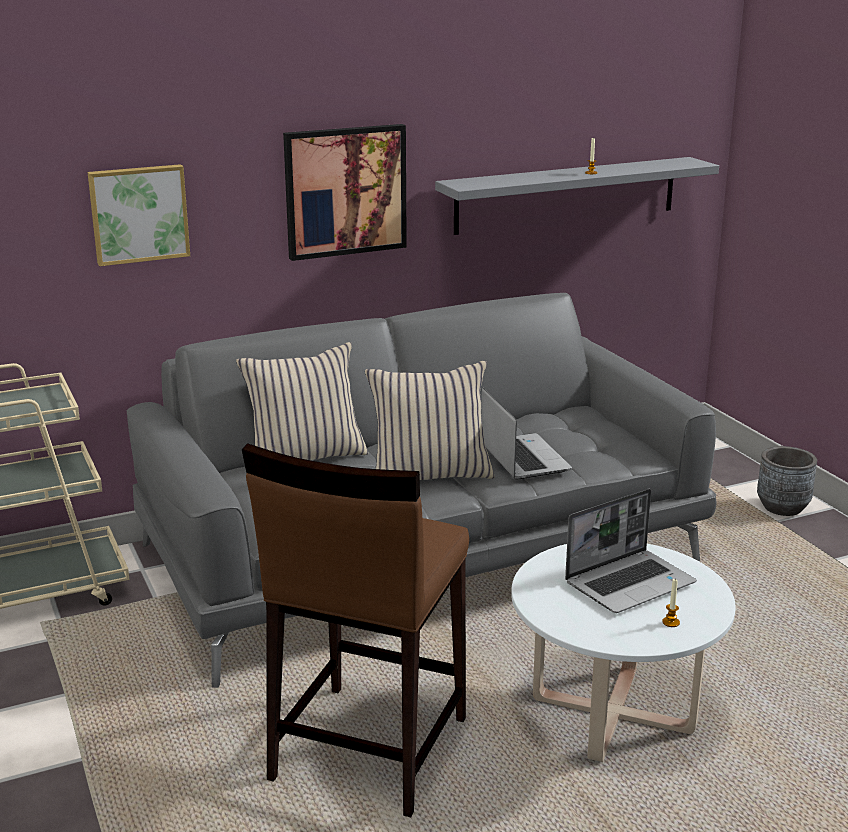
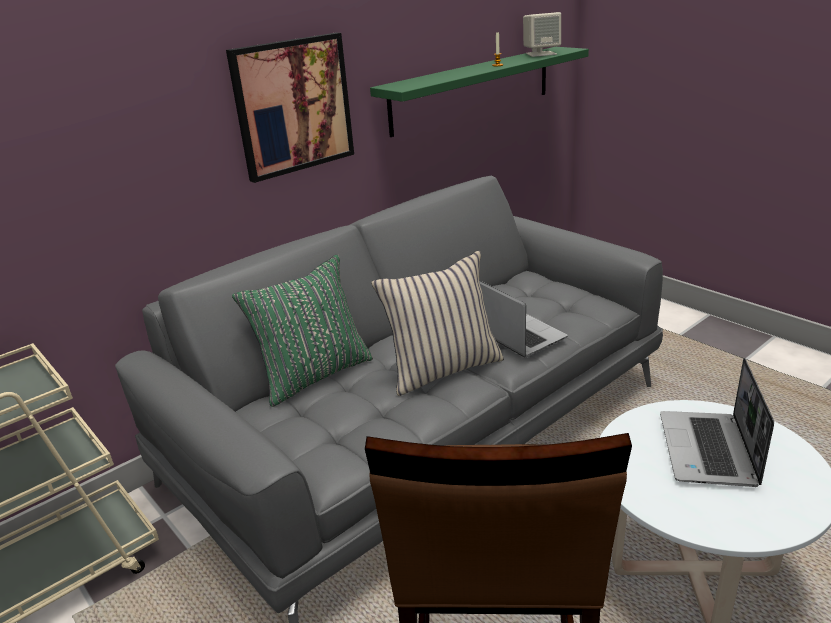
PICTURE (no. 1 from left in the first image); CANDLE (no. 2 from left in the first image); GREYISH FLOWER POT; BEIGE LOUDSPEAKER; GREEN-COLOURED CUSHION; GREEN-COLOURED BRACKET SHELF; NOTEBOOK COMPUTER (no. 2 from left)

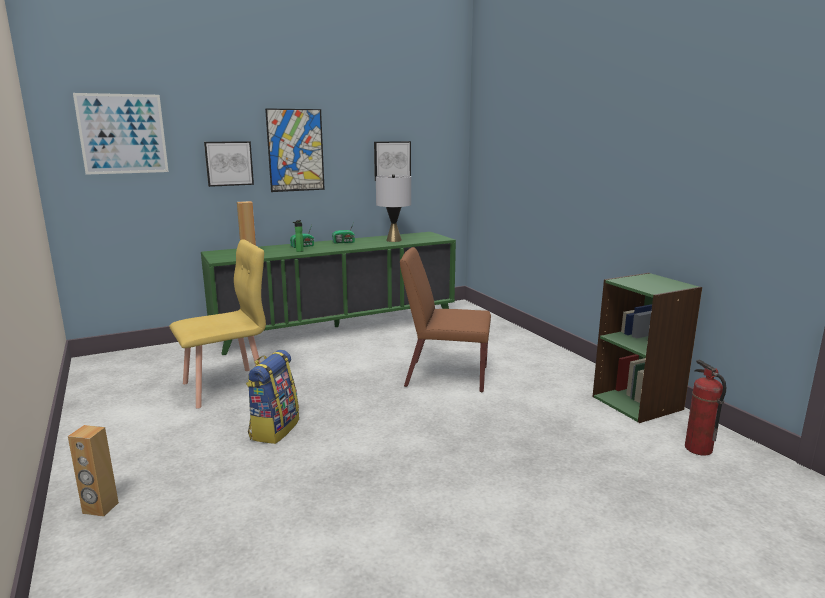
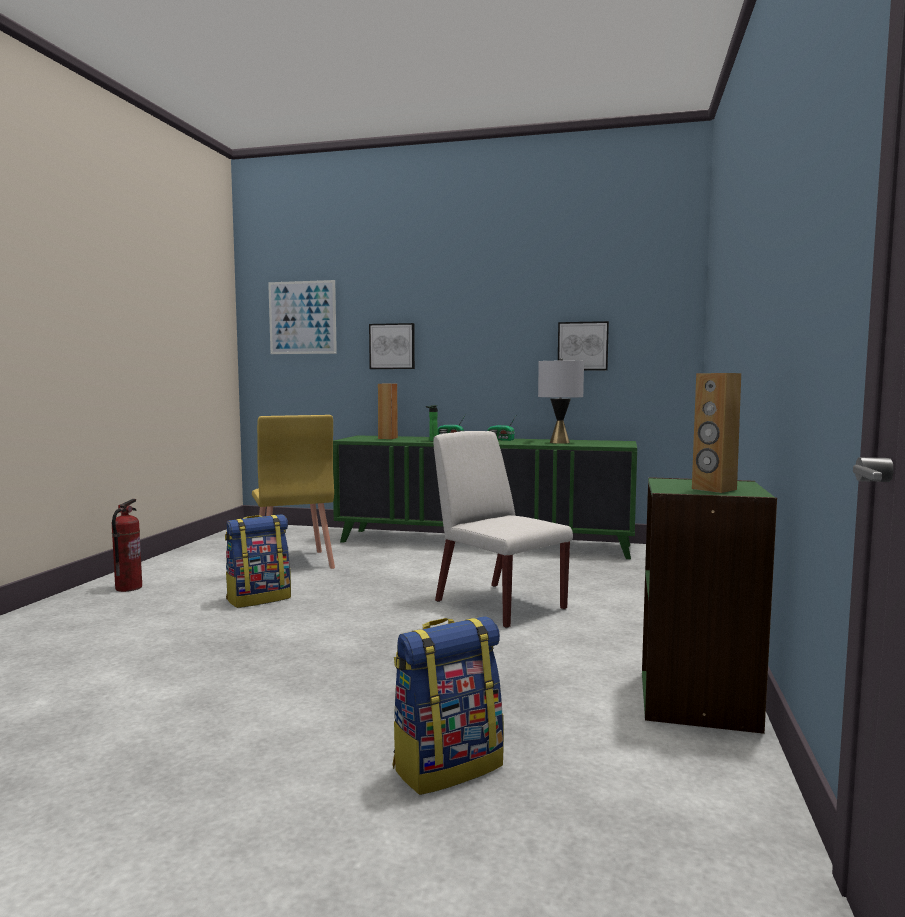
PICTURE (no. 3 from left in the first image); BACKPACK (no. 2 from left); BROWNISH LOUDSPEAKER (no. 2 from left); EXTINGUISHER; WHITISH PLAIN CHAIR; YELLOW PLAIN CHAIR

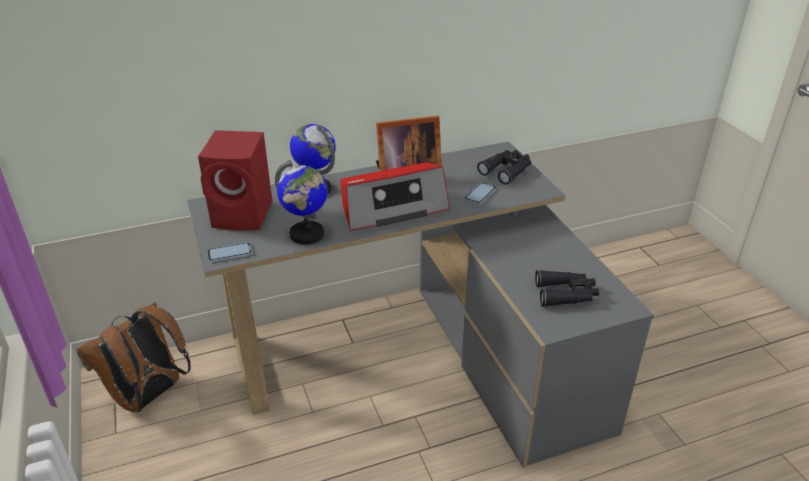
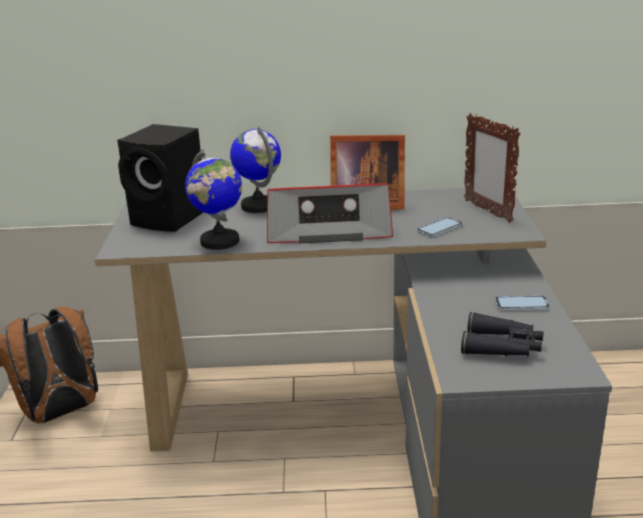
PHONE (no. 2 from left); PHOTO FRAME (no. 2 from left); BLACKISH LOUDSPEAKER

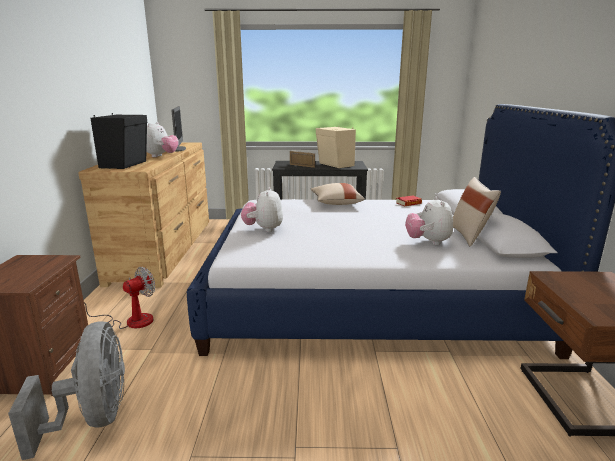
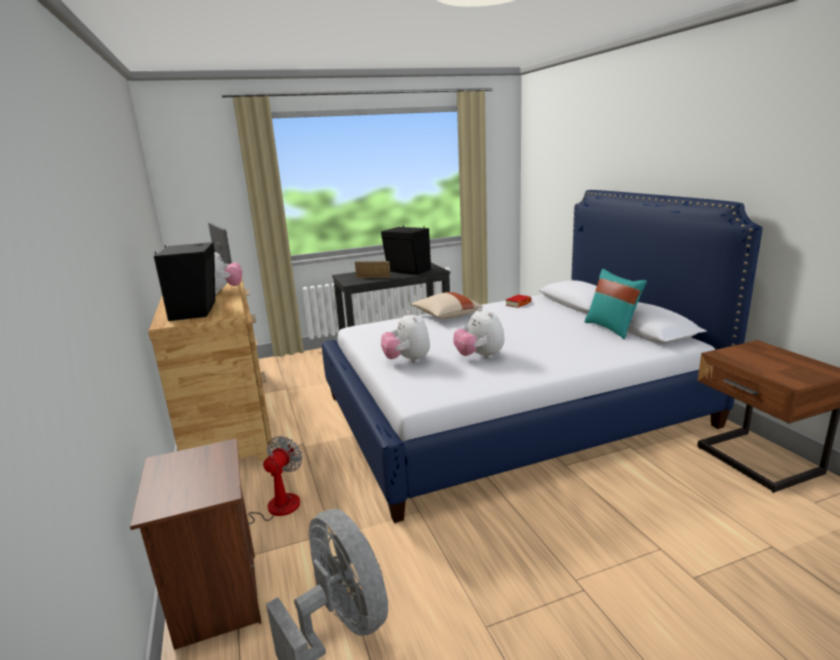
CUDDLY TOY (no. 3 from left); BLACKISH LOUDSPEAKER (no. 2 from left); TURQUOISE CUSHION

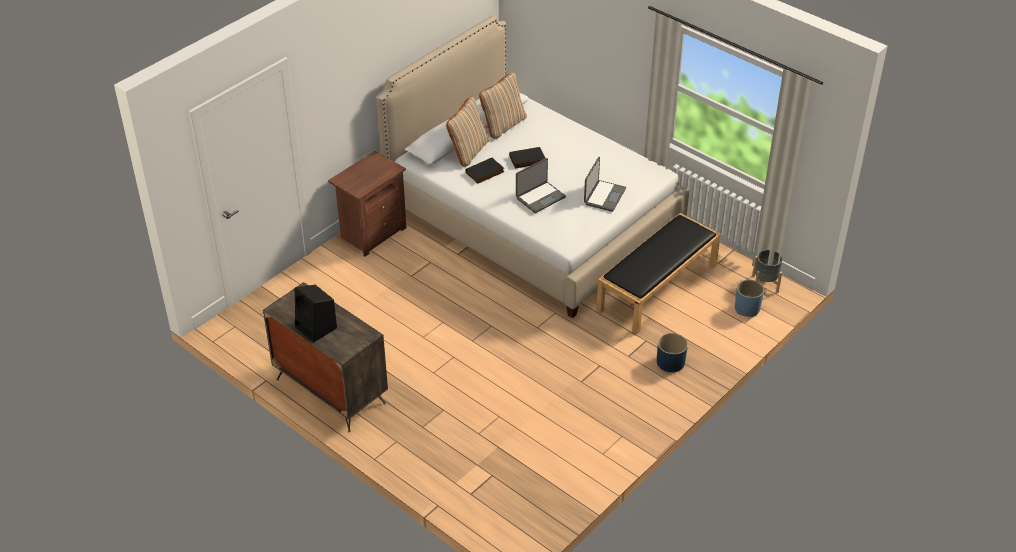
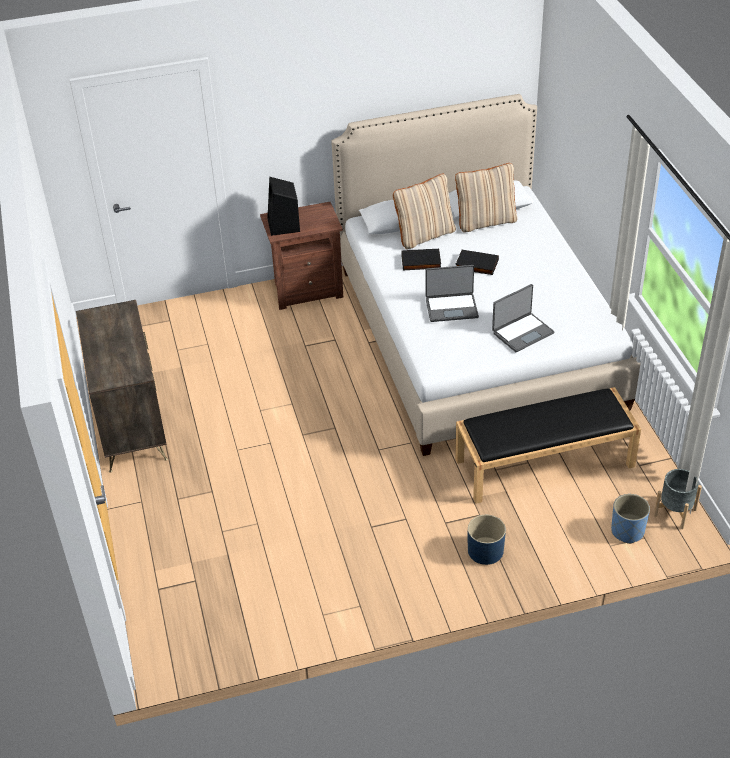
BLACKISH LOUDSPEAKER

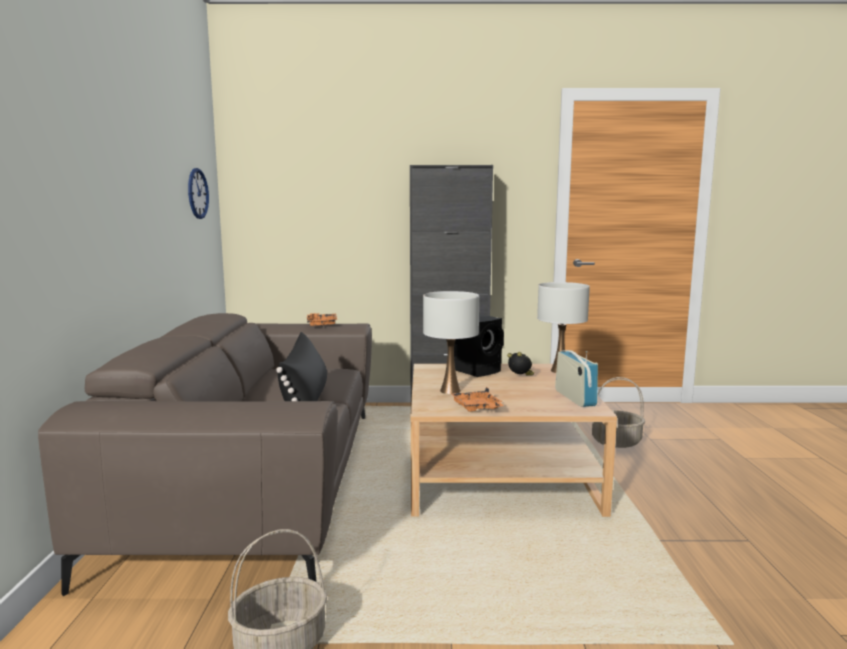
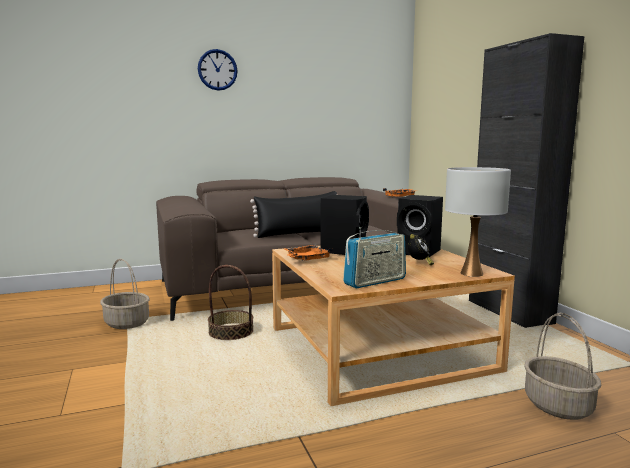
BASKET (no. 2 from left); WALL CLOCK; BLACKISH LOUDSPEAKER (no. 1 from left)

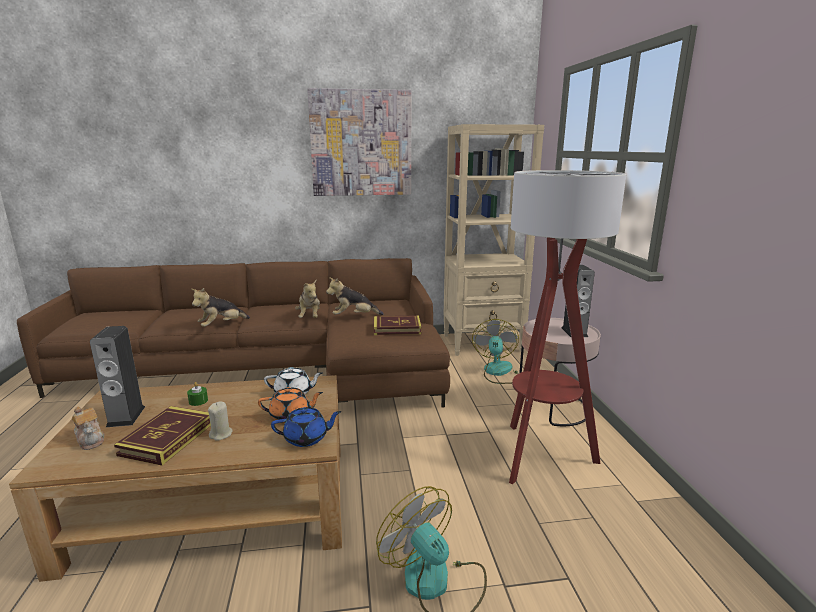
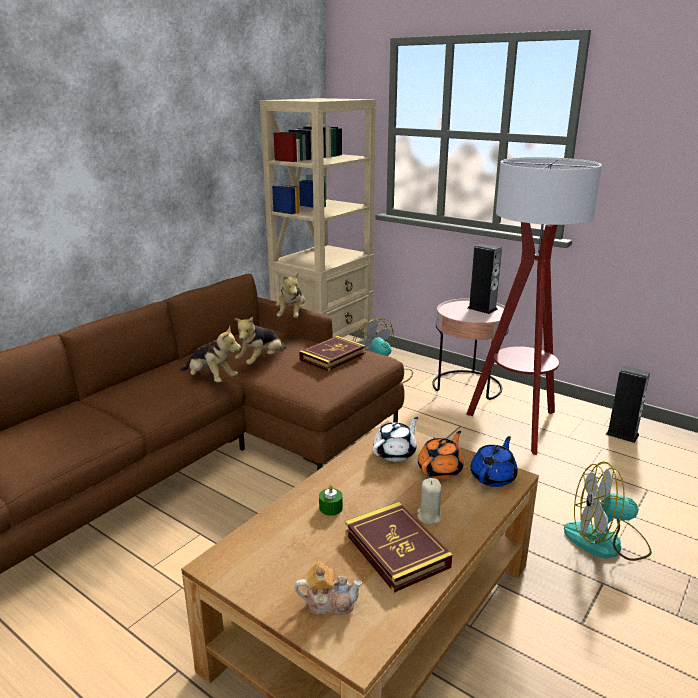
PICTURE; LOUDSPEAKER (no. 2 from left); CUDDLY TOY (no. 3 from left)

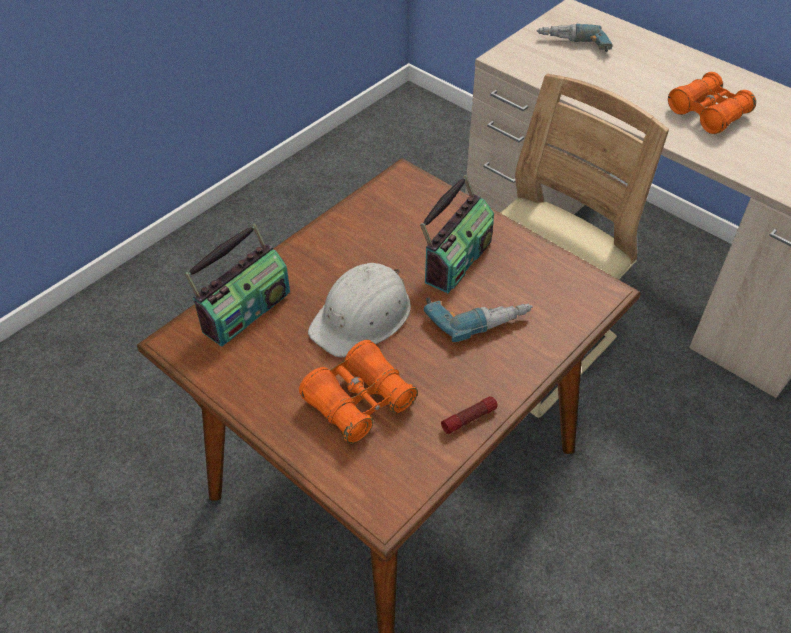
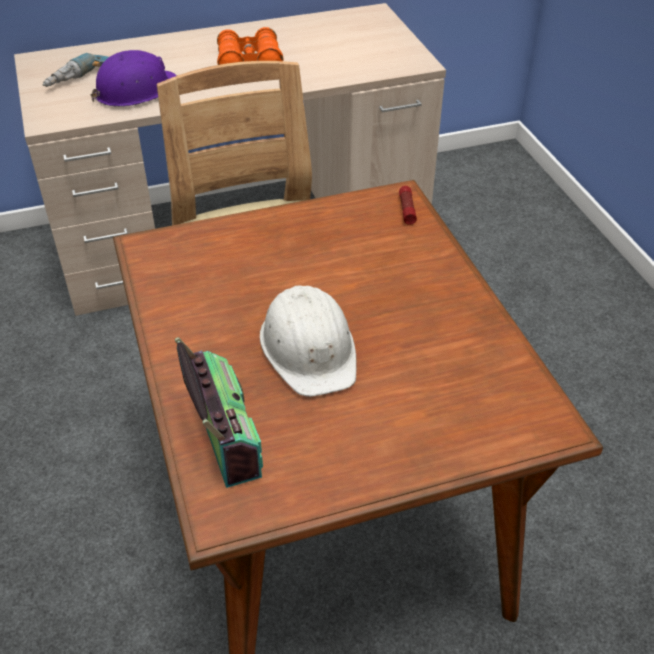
ORANGE BINOCULARS (no. 1 from left in the first image); RADIO RECEIVER (no. 2 from left in the first image); DRILL (no. 1 from left in the first image); PURPLE-COLOURED WORK HELMET; TORCH

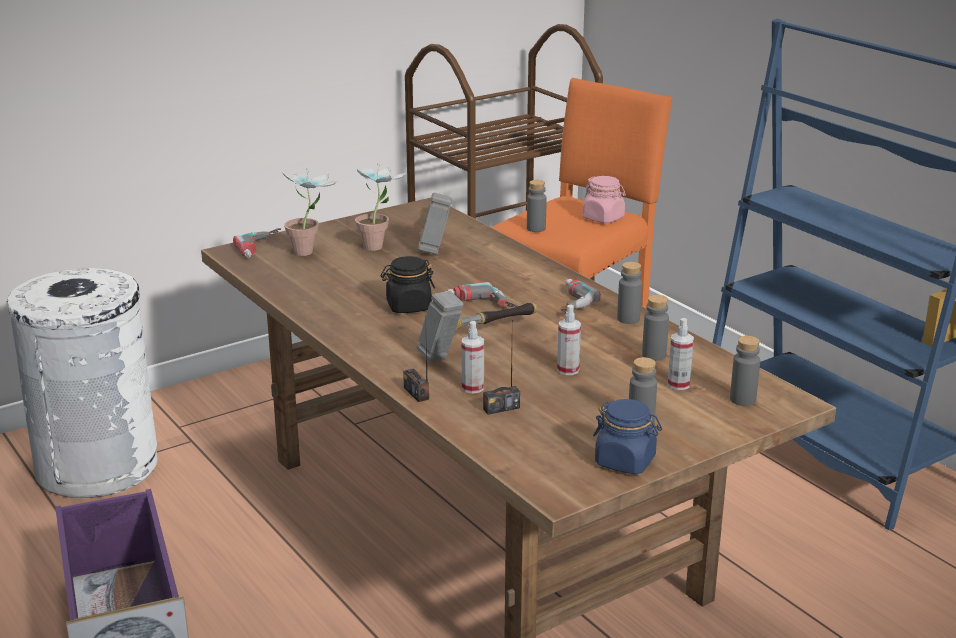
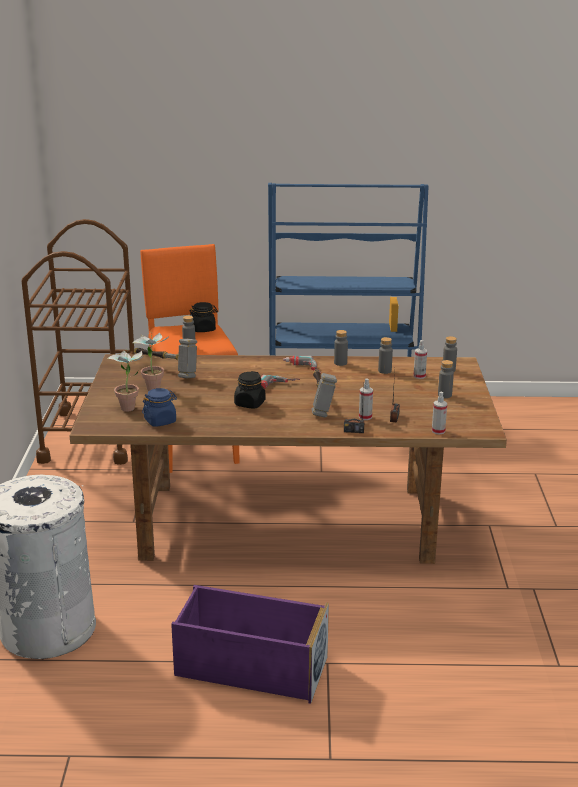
DRILL (no. 1 from left in the first image); HAND SPRAYER (no. 3 from left); BLUE-COLOURED JAR; BLACKISH JAR (no. 1 from left)

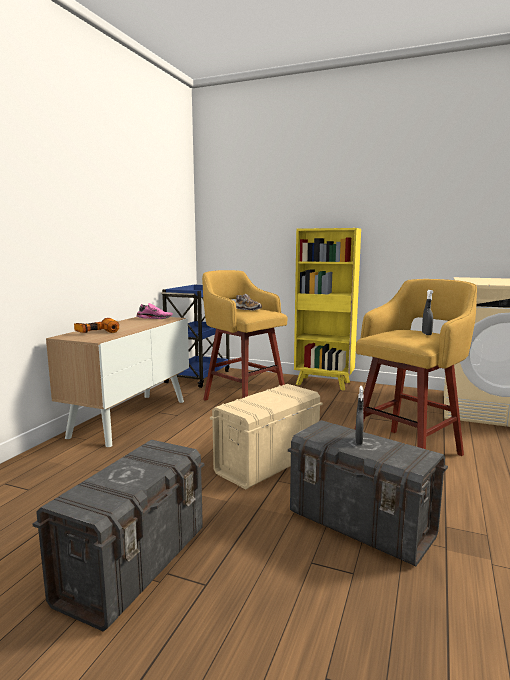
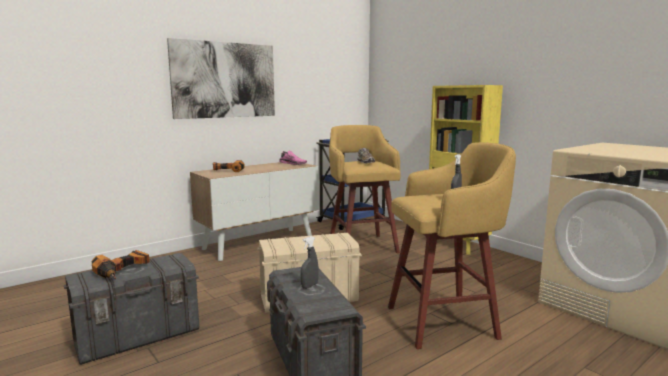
DRILL (no. 1 from left); PICTURE

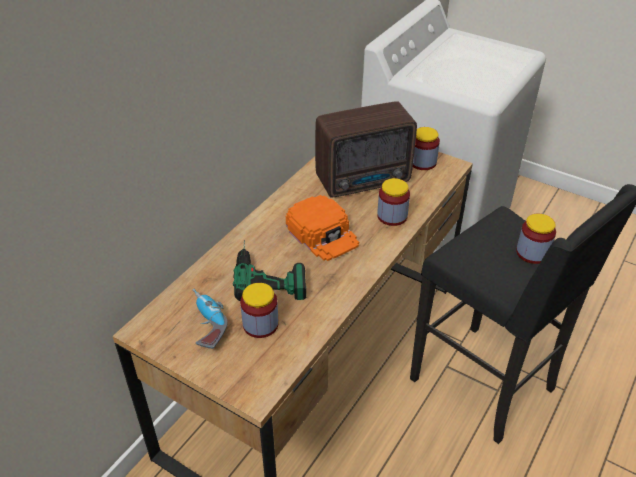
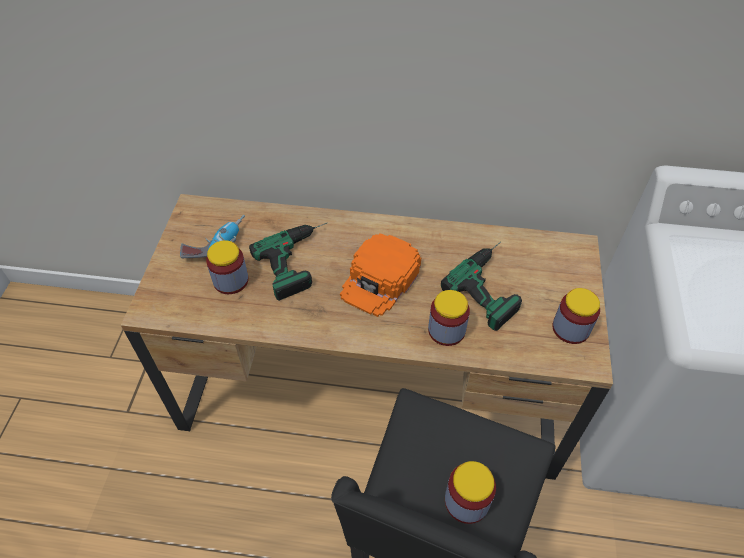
DRILL (no. 3 from left)

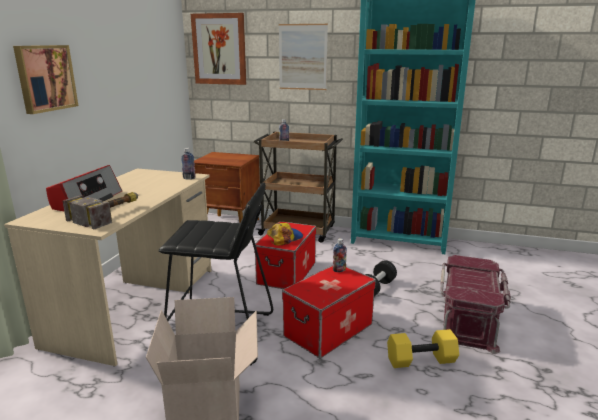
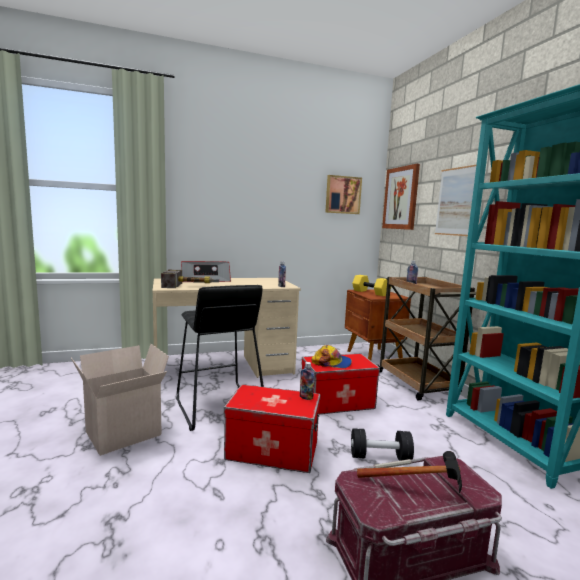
HAMMER (no. 2 from left); PICTURE (no. 1 from left); YELLOW HAND WEIGHT

